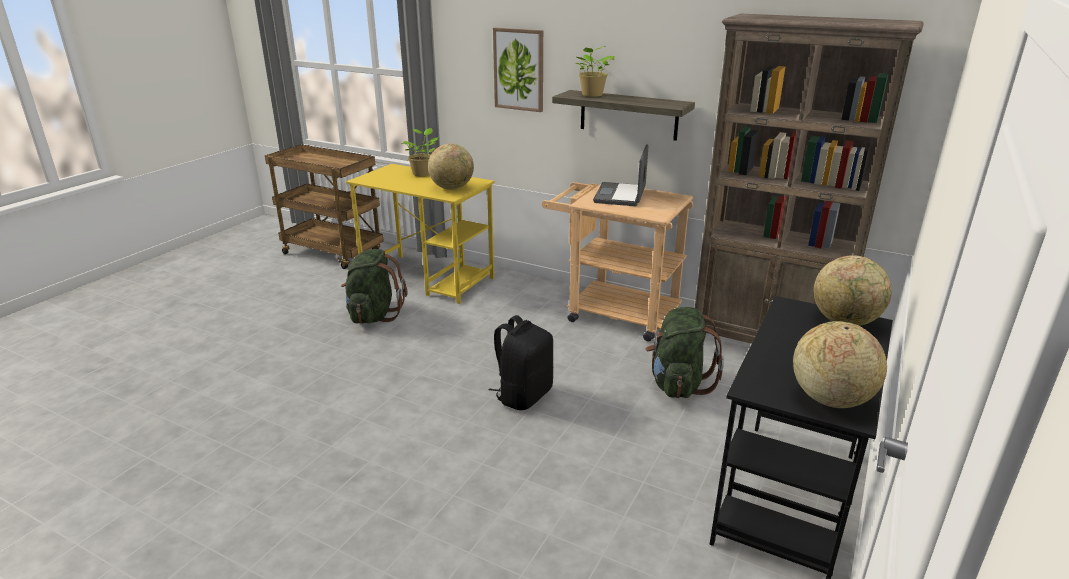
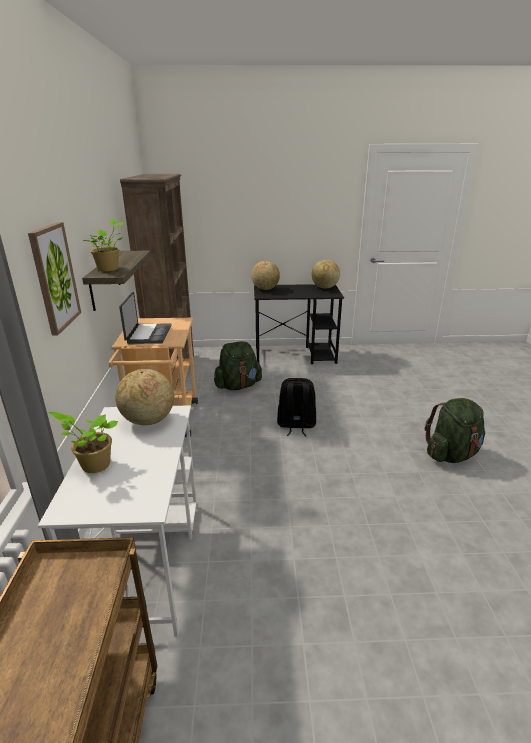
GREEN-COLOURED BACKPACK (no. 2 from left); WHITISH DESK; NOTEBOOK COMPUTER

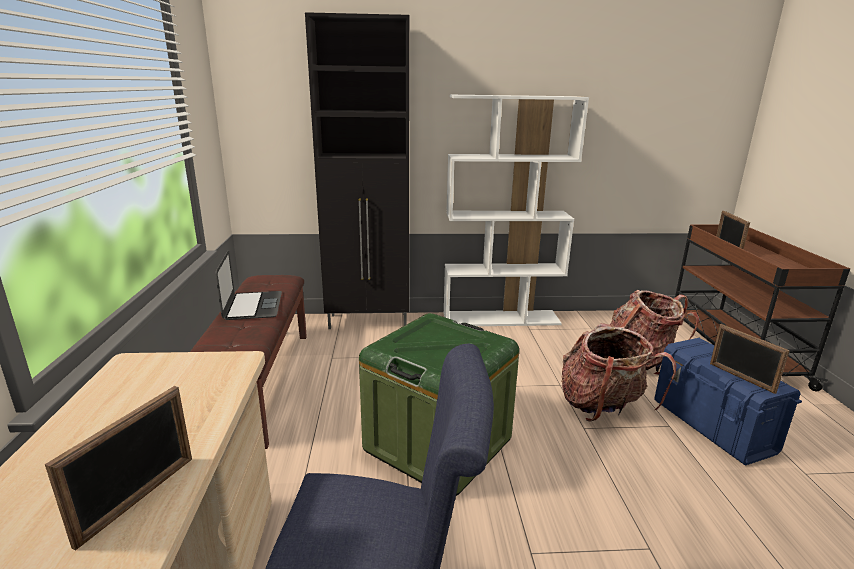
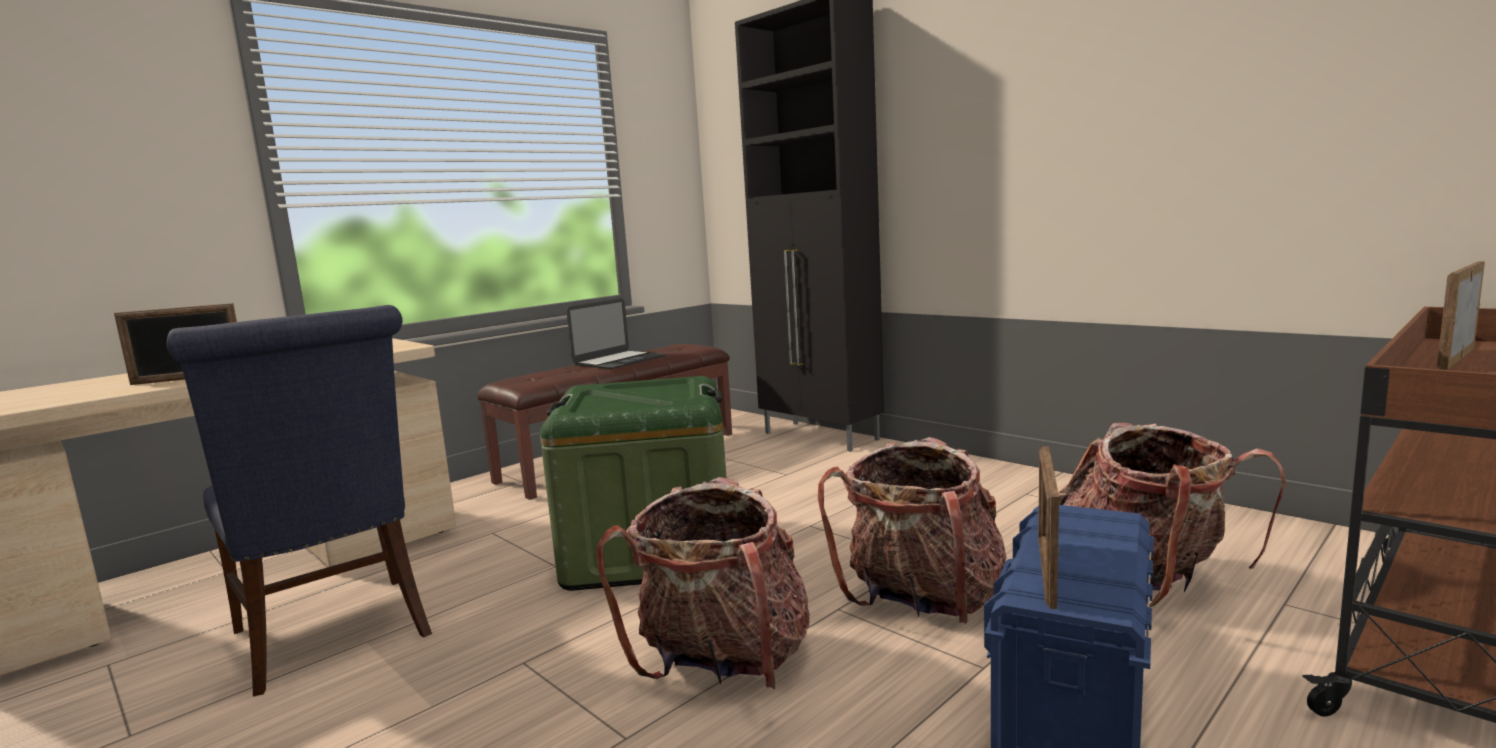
WHITISH BOOKSHELF; BACKPACK (no. 1 from left)

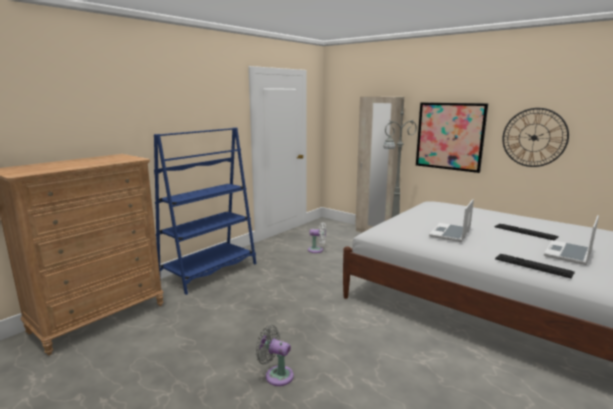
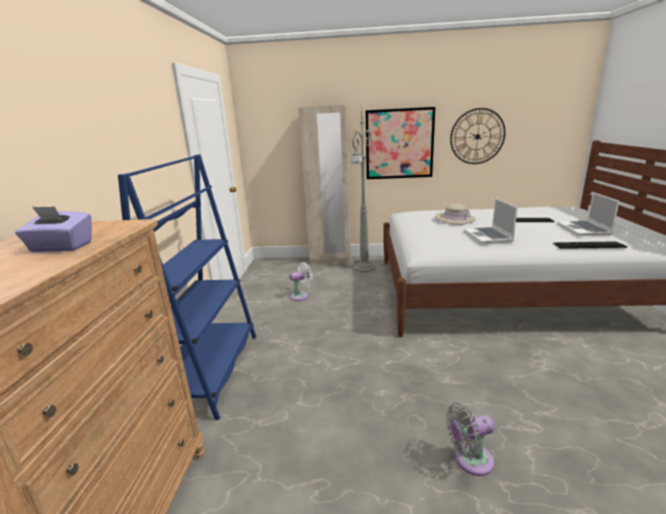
PURPLE-COLOURED BOX OF TISSUES; BEIGE WEARABLE HAT

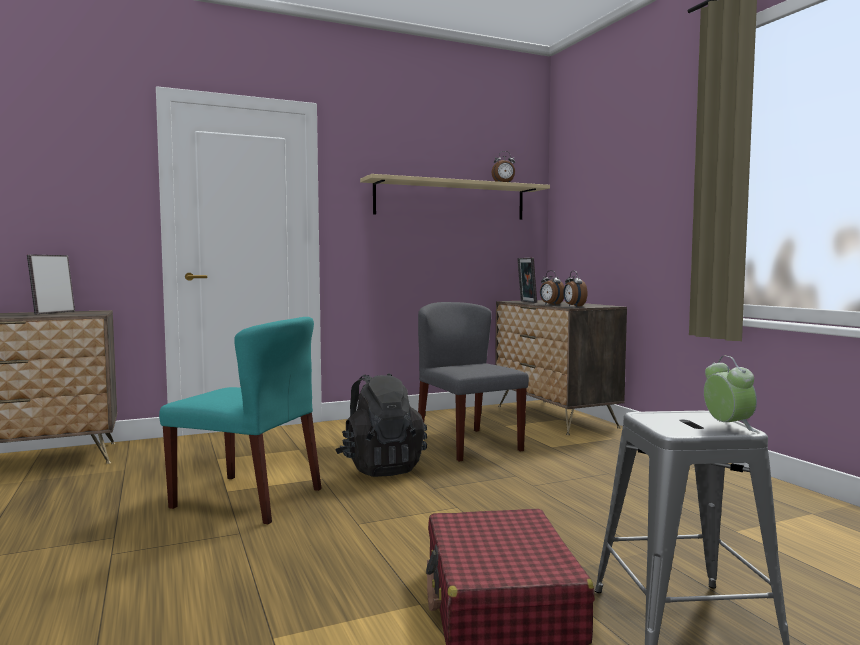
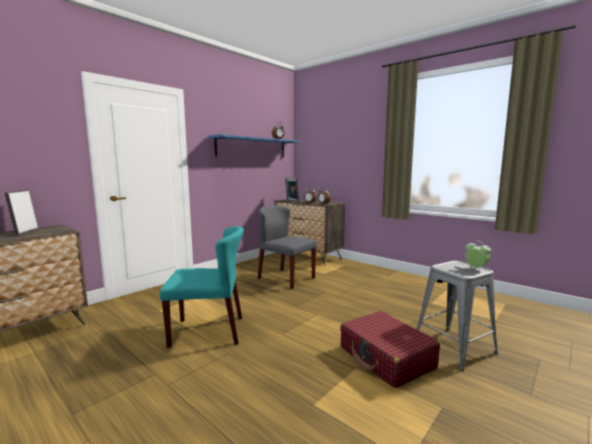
BLACKISH BACKPACK; BLUE-COLOURED BRACKET SHELF

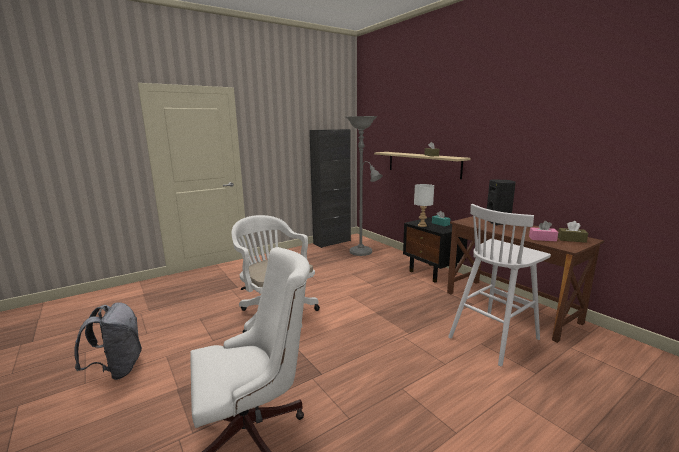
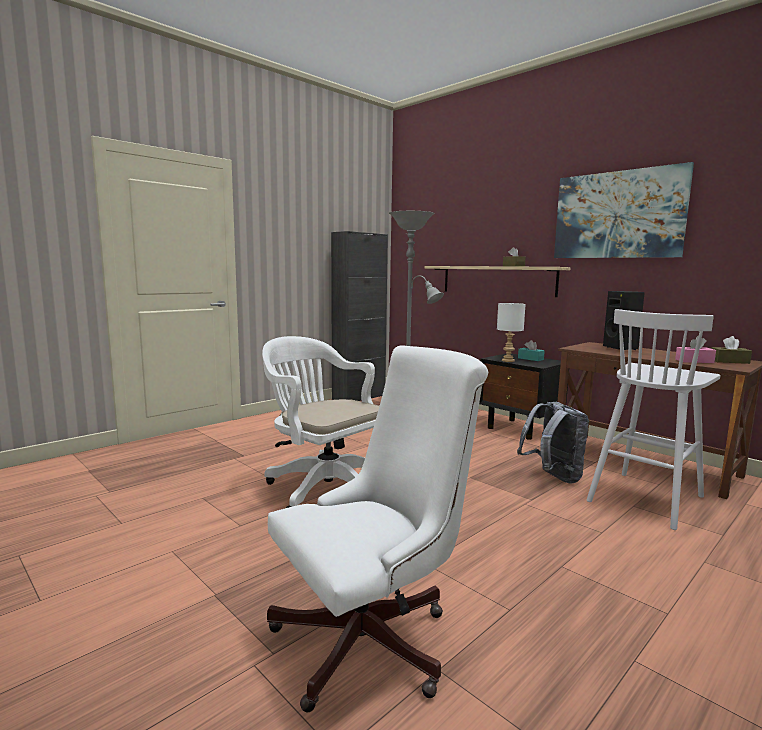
PICTURE; GREYISH BACKPACK

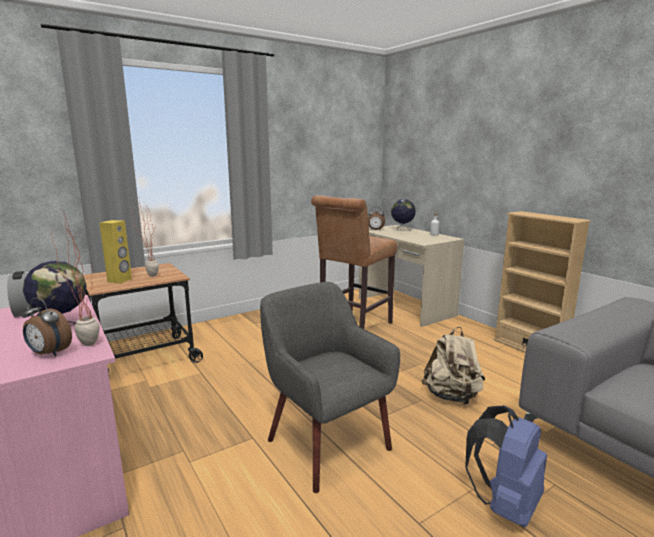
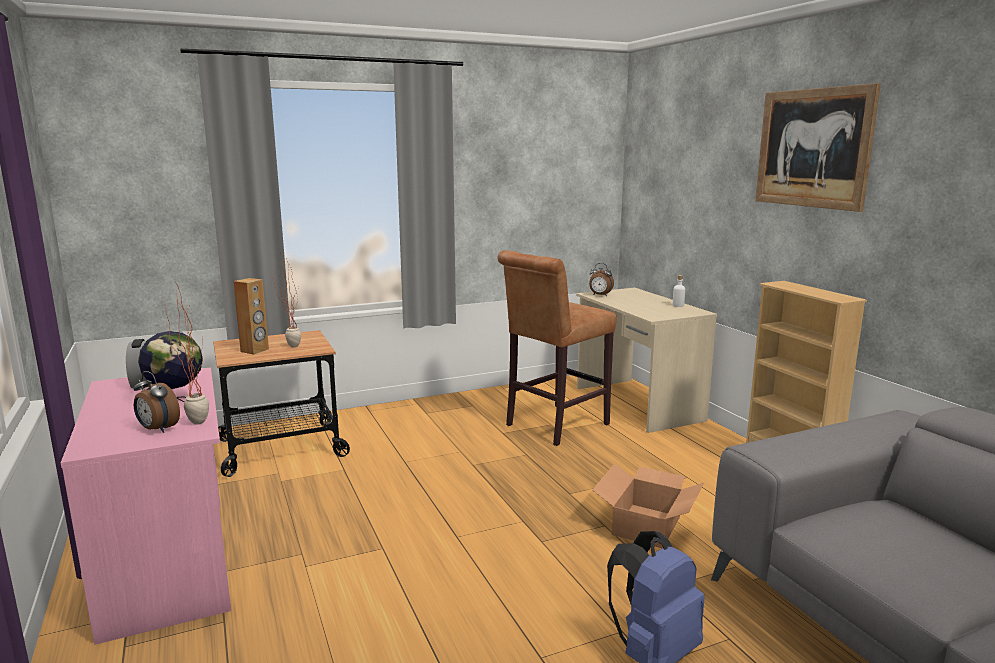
GREYISH LOUNGE CHAIR; WORLD GLOBE (no. 2 from left in the first image); PICTURE; PACKING BOX; BROWNISH LOUDSPEAKER

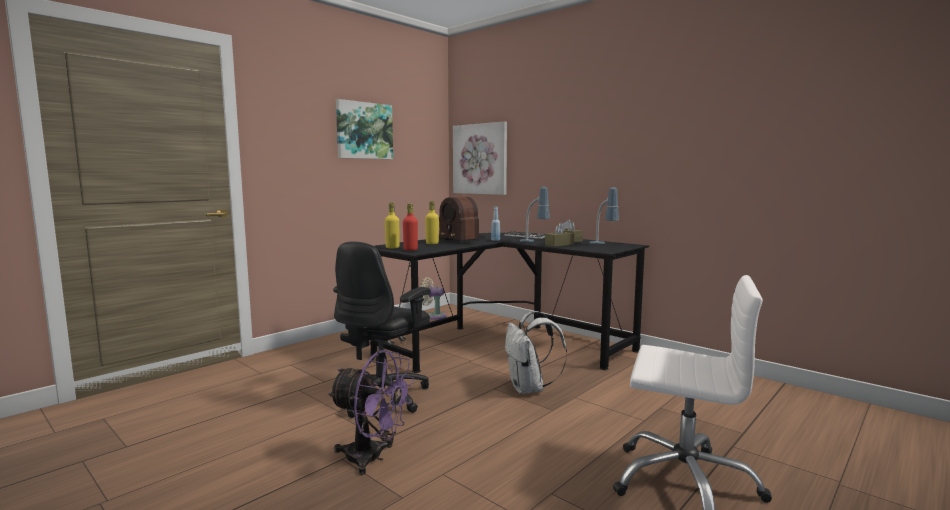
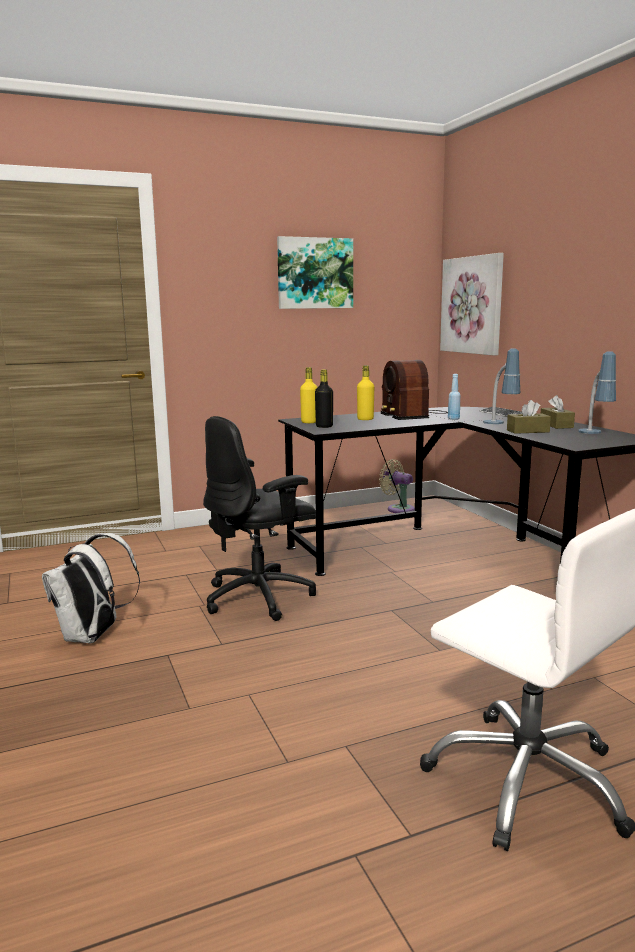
PURPLE-COLOURED FAN; WHITISH BACKPACK; BLACKISH DRINK BOTTLE

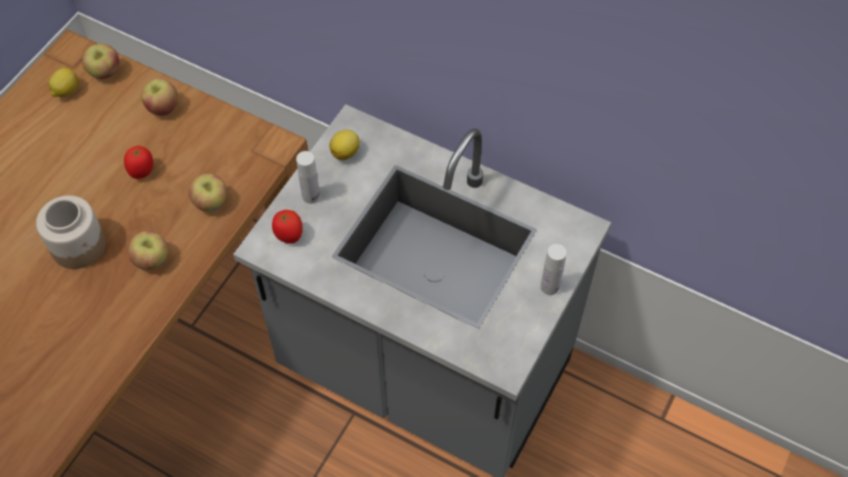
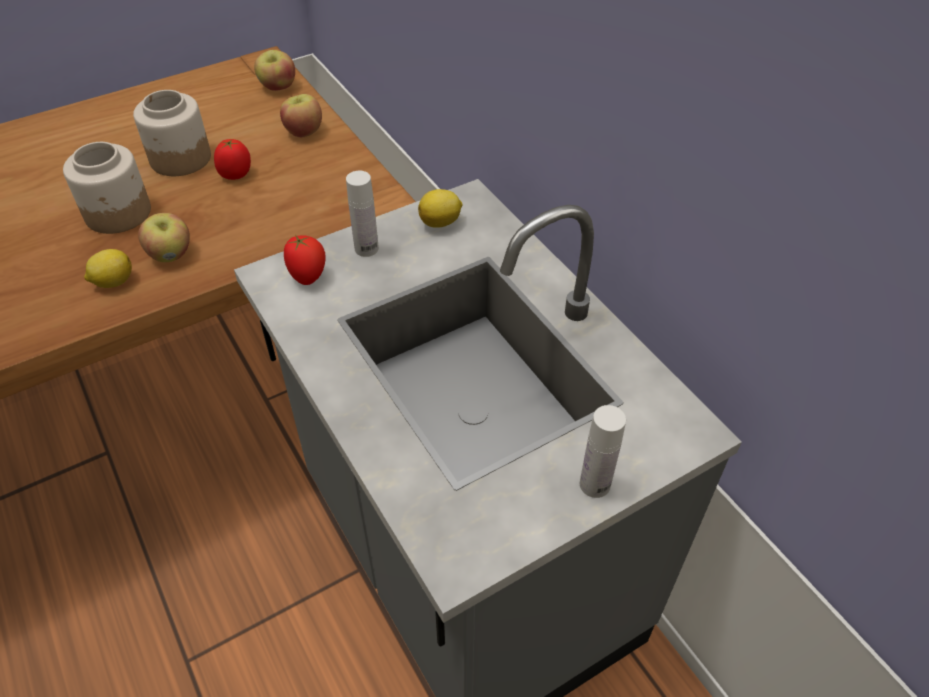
APPLE (no. 4 from left in the first image); JAR (no. 2 from left); CITRUS FRUIT (no. 1 from left)

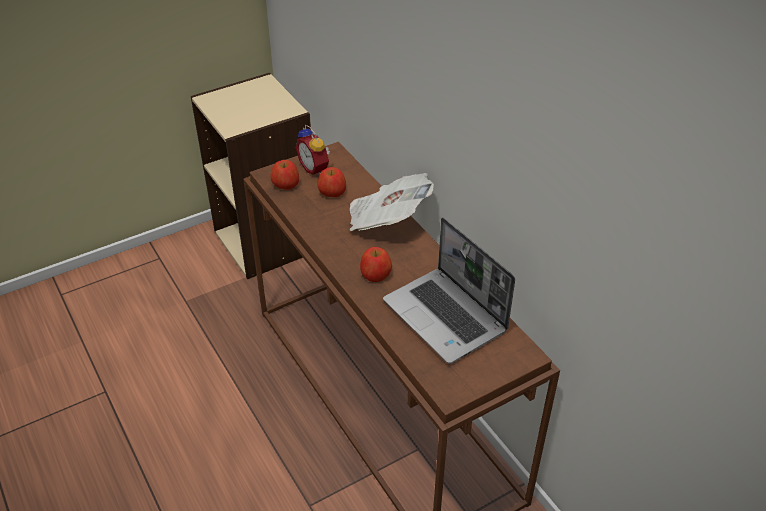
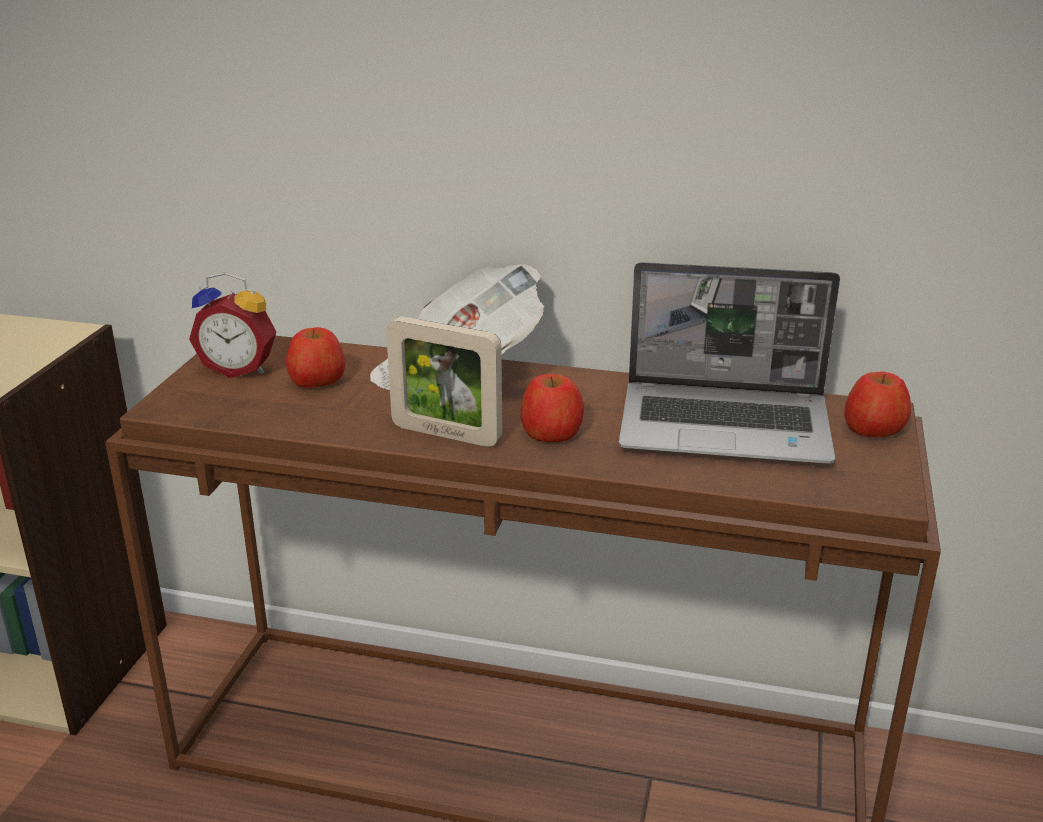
PHOTO FRAME; APPLE (no. 3 from left)

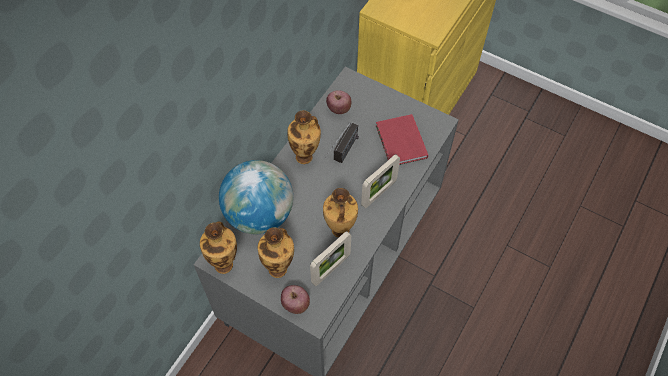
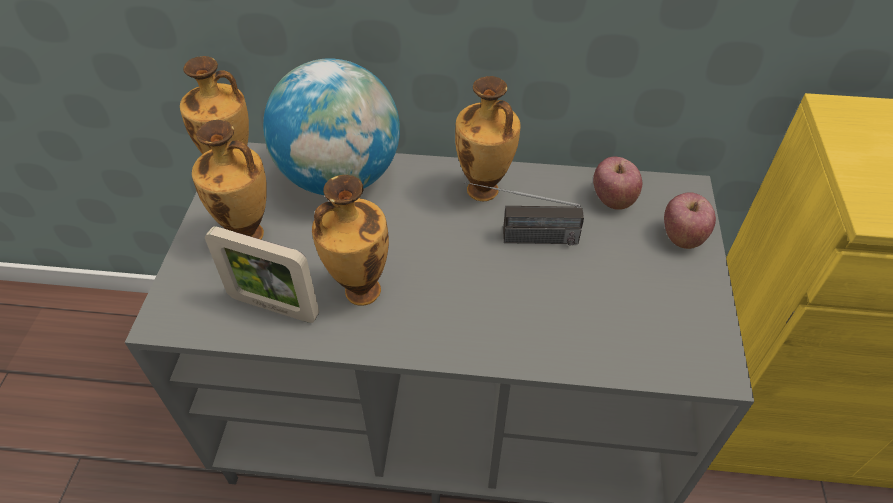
PHOTO FRAME (no. 2 from left in the first image); REDDISH BOUND BOOK; APPLE (no. 2 from left)

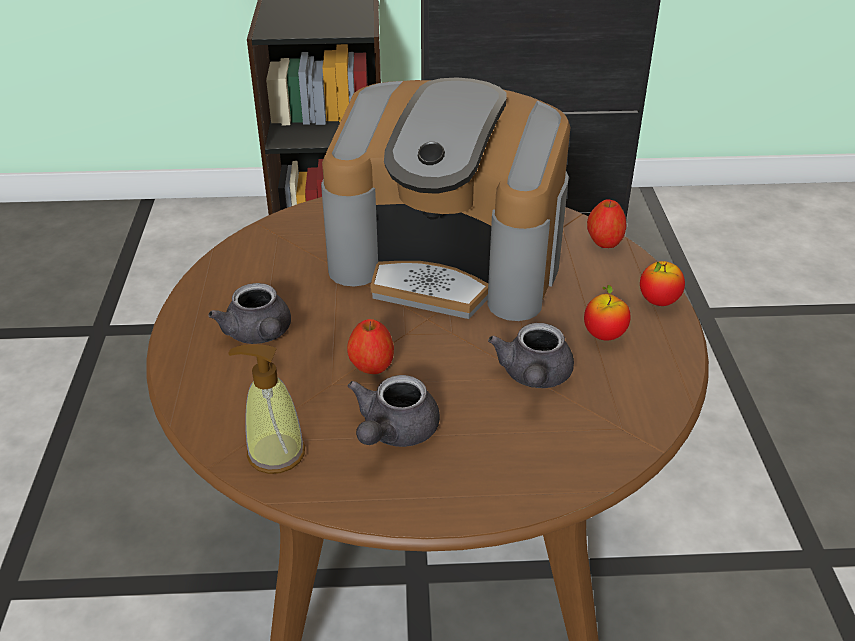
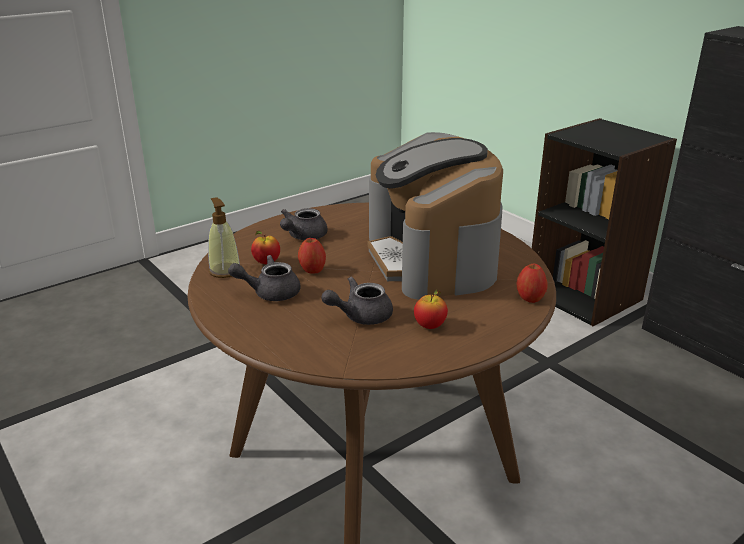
APPLE (no. 1 from left)

